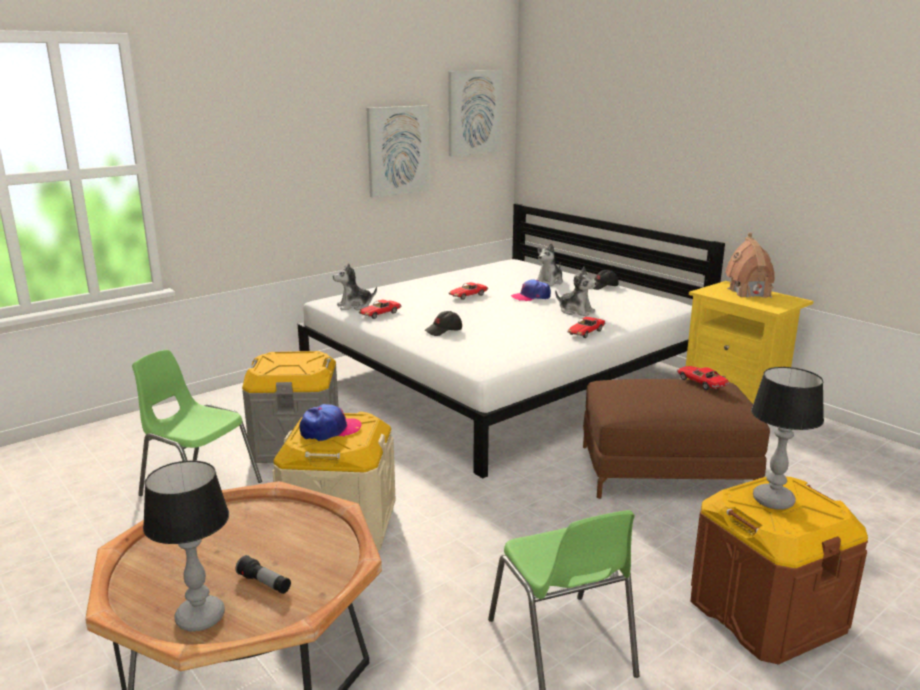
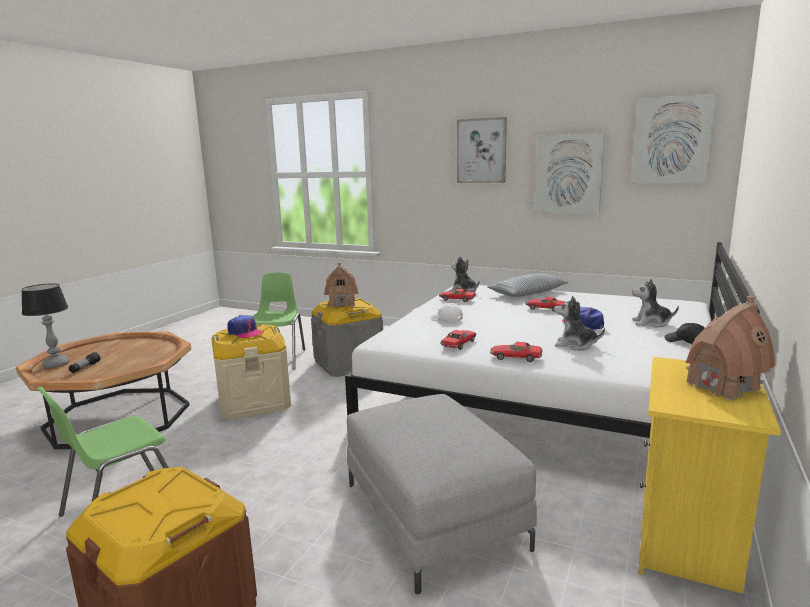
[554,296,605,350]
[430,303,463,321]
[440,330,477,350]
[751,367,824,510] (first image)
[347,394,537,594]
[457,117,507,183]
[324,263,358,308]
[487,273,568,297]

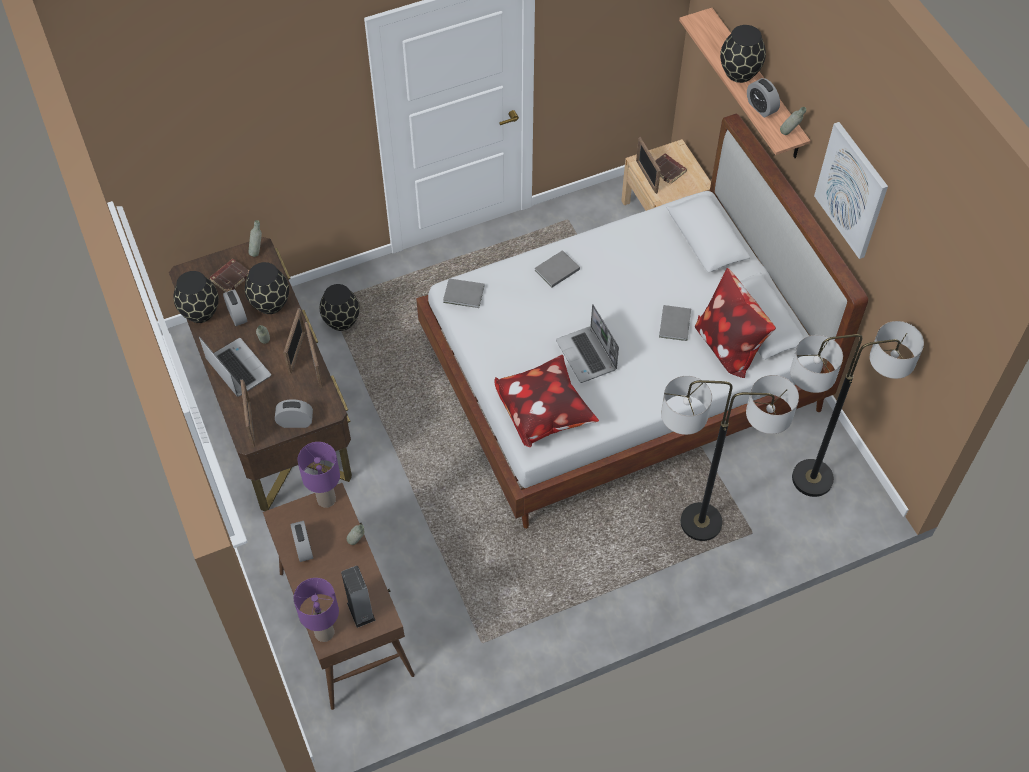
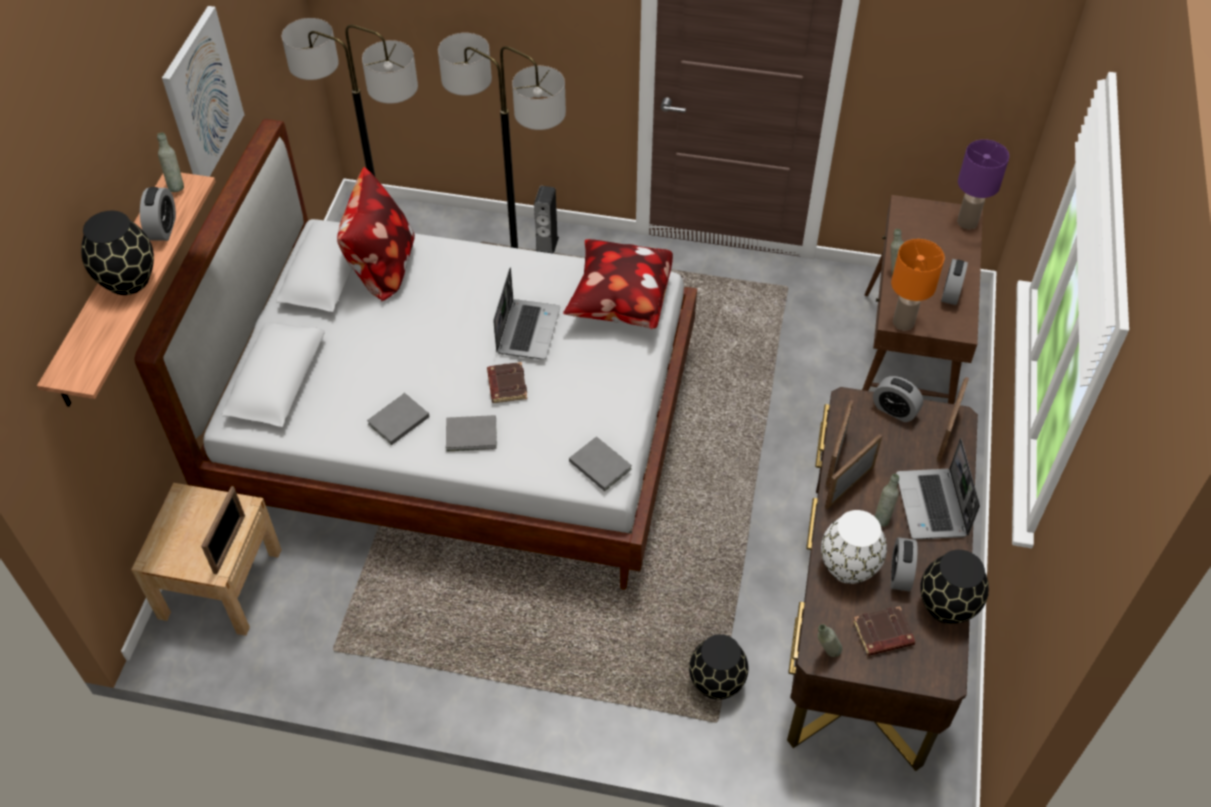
[487,362,527,403]
[821,510,887,584]
[367,393,429,445]
[891,239,945,330]
[534,186,559,254]

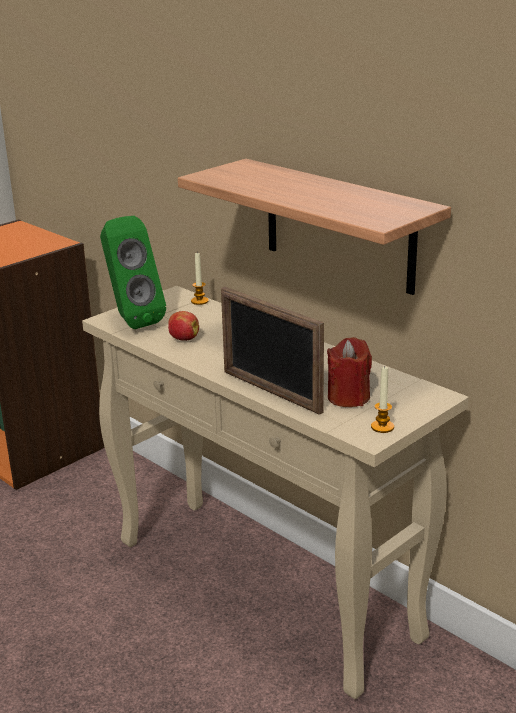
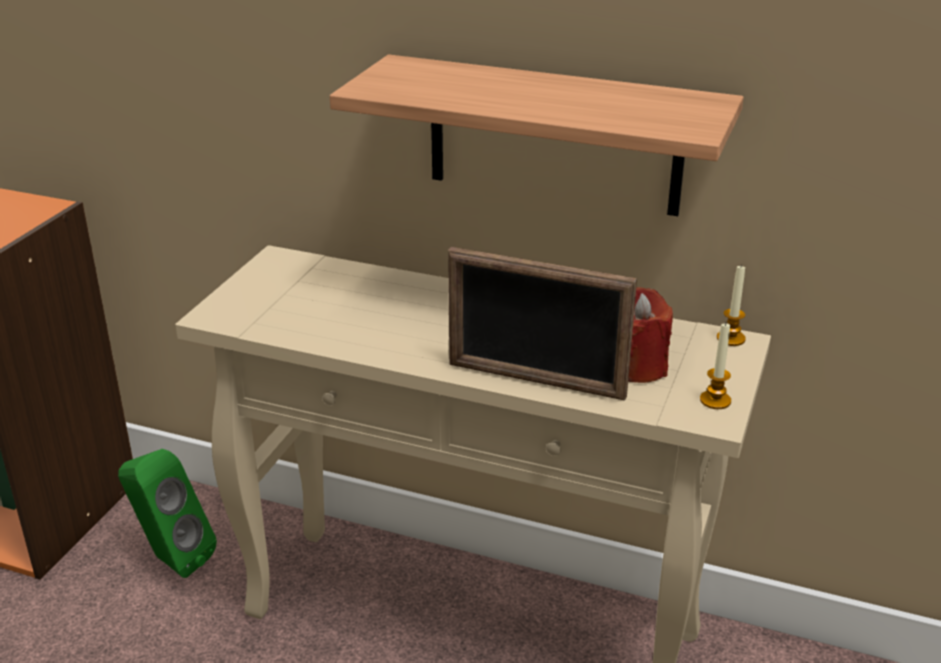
[118,449,217,578]
[717,264,746,346]
[168,311,199,341] (first image)

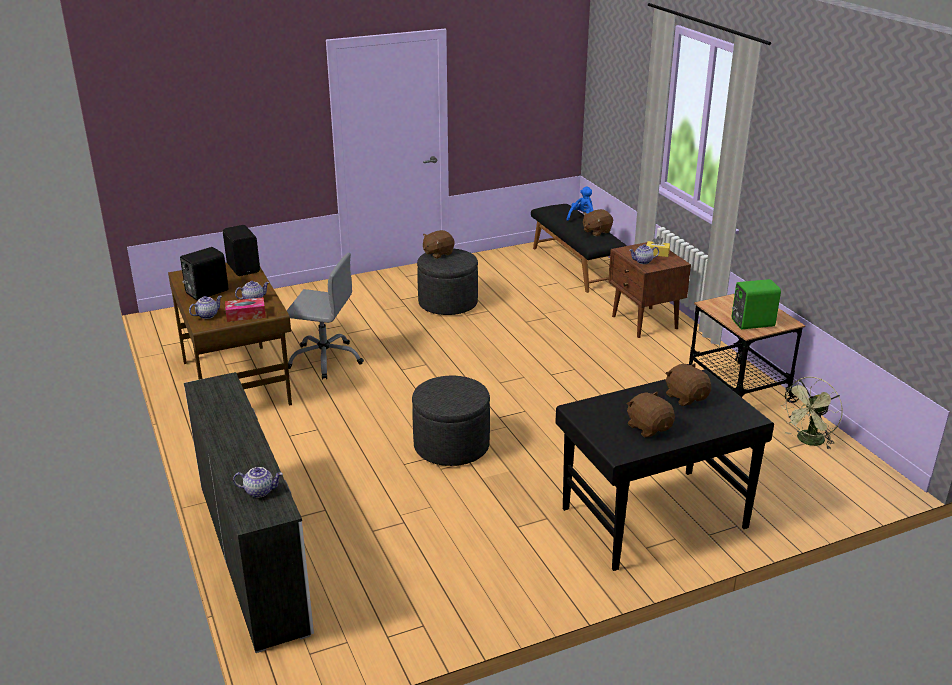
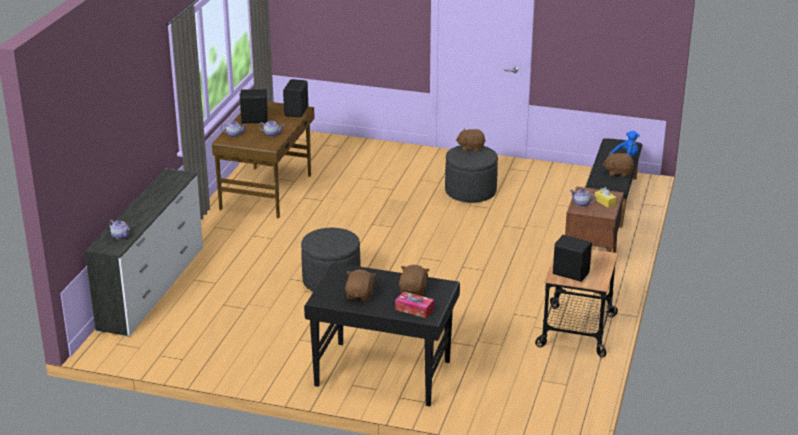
[287,253,364,380] (first image)
[553,235,592,282]
[395,291,434,318]
[781,377,843,450] (first image)

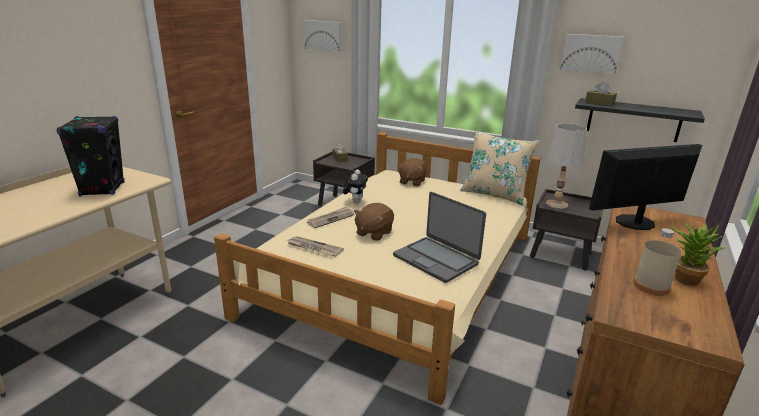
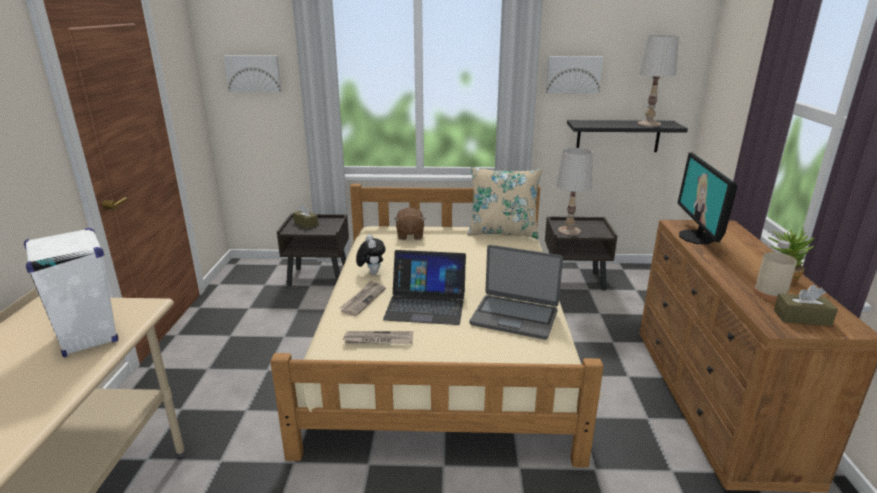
[774,285,838,326]
[24,228,118,357]
[677,152,738,244]
[383,250,466,325]
[637,35,679,127]

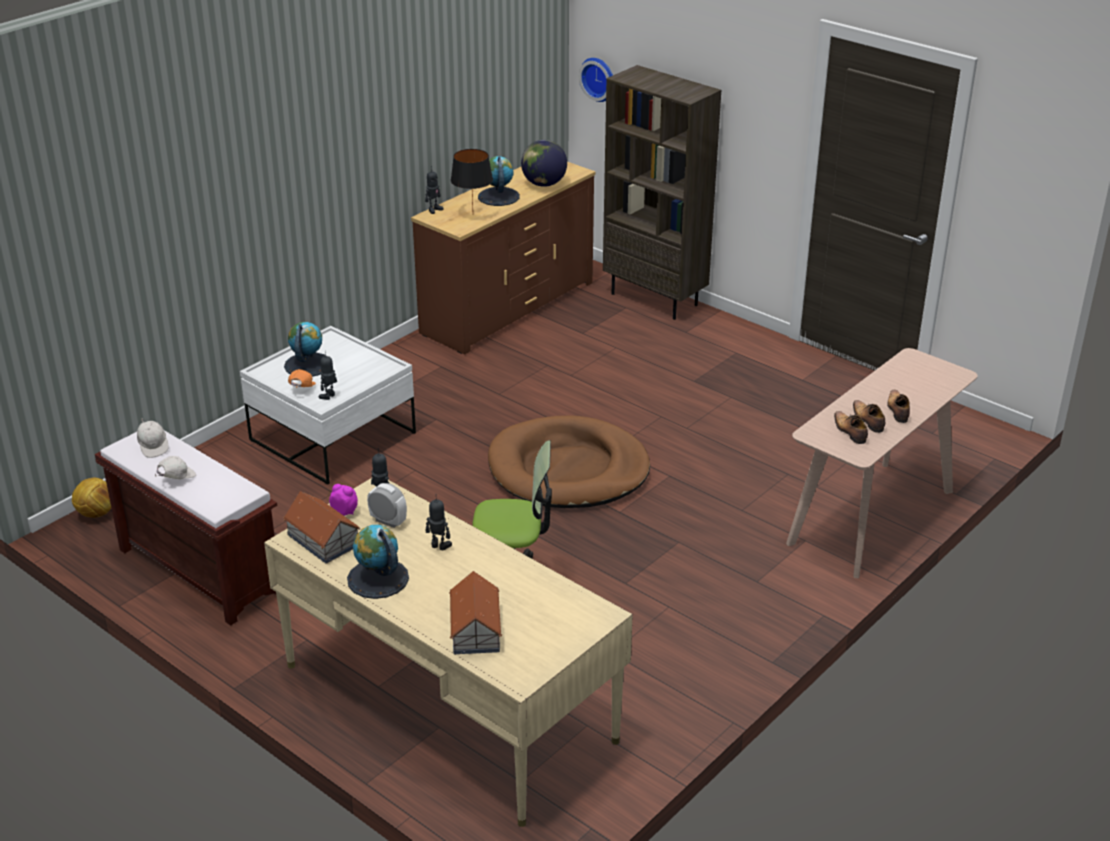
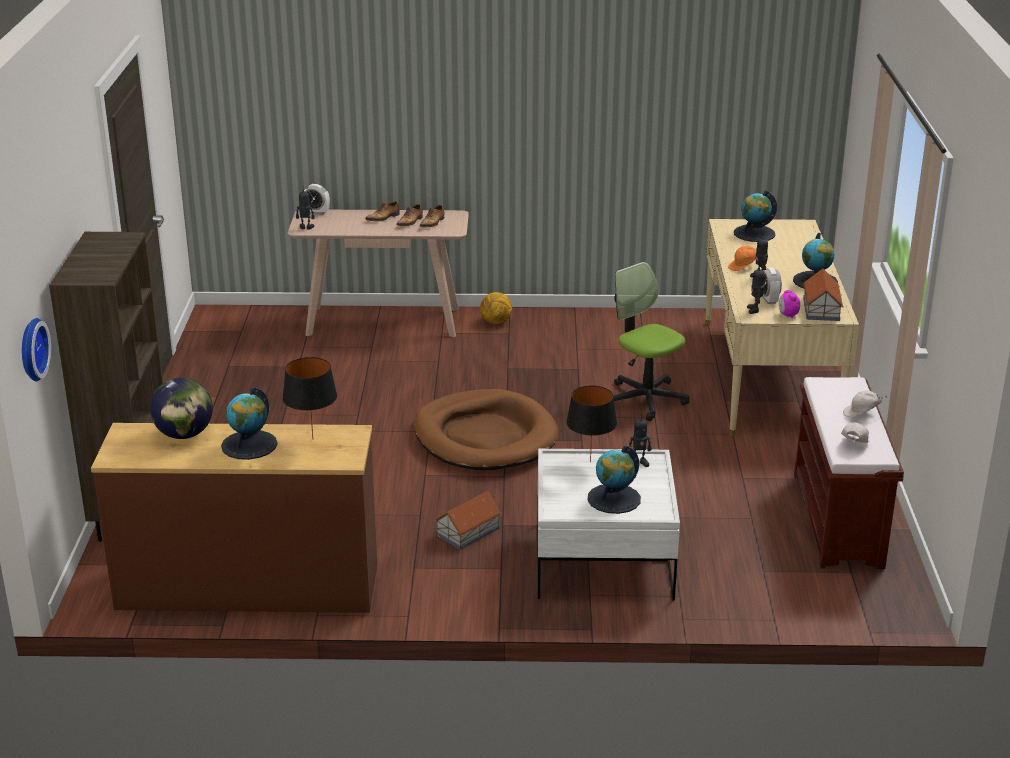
[296,186,315,230]
[728,246,756,271]
[480,292,512,324]
[435,491,502,550]
[304,184,330,215]
[734,190,777,242]
[566,386,617,462]

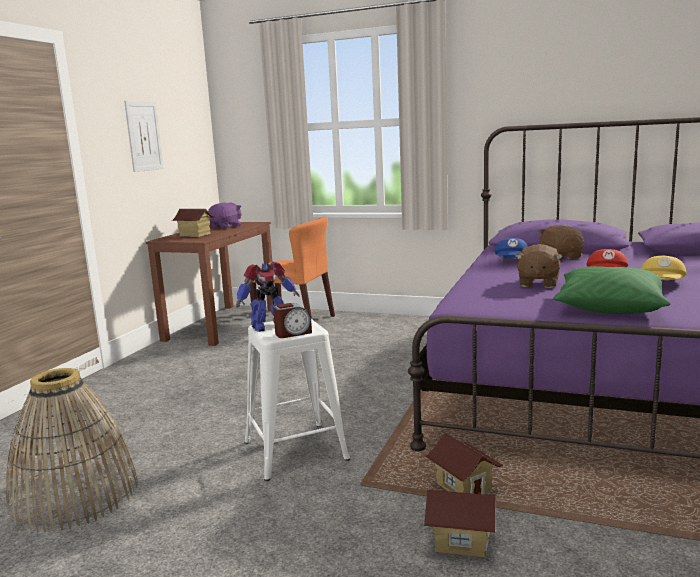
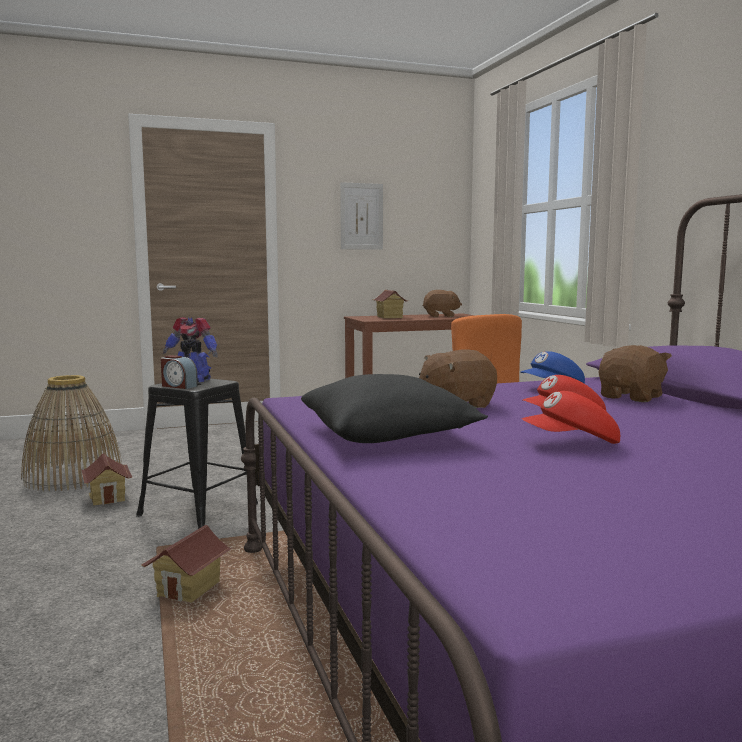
[423,290,462,317]
[522,391,620,444]
[301,374,488,443]
[136,378,258,529]
[82,453,132,506]

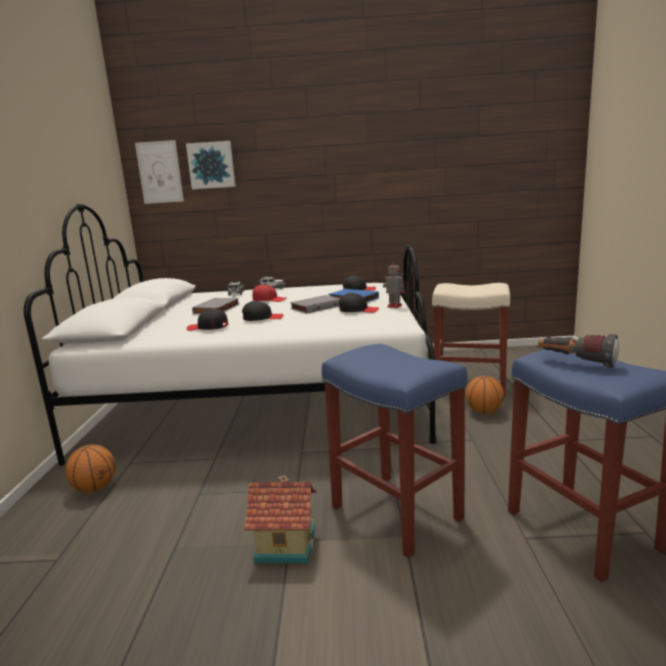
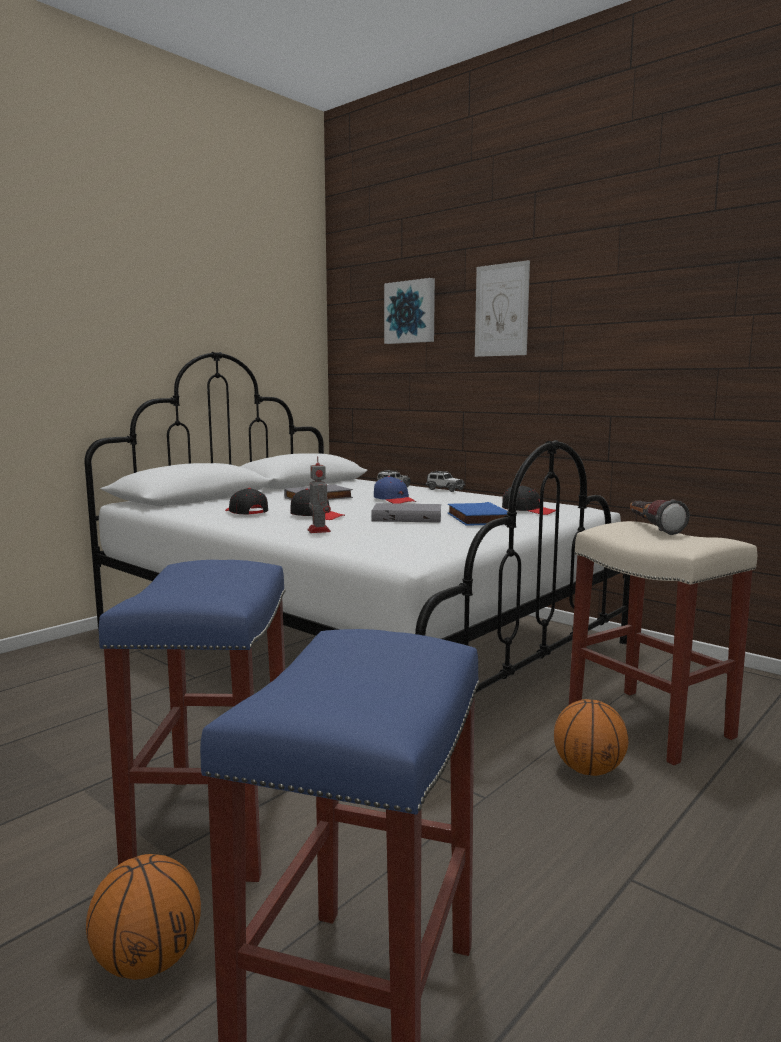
[475,260,530,357]
[308,456,331,533]
[374,476,416,504]
[339,293,379,313] (first image)
[630,499,690,535]
[86,854,201,980]
[244,476,316,564] (first image)

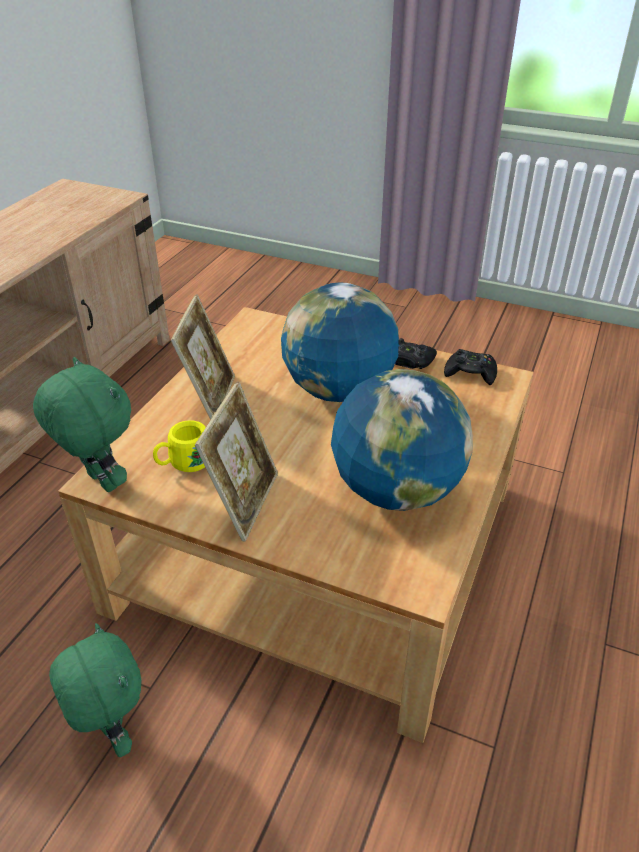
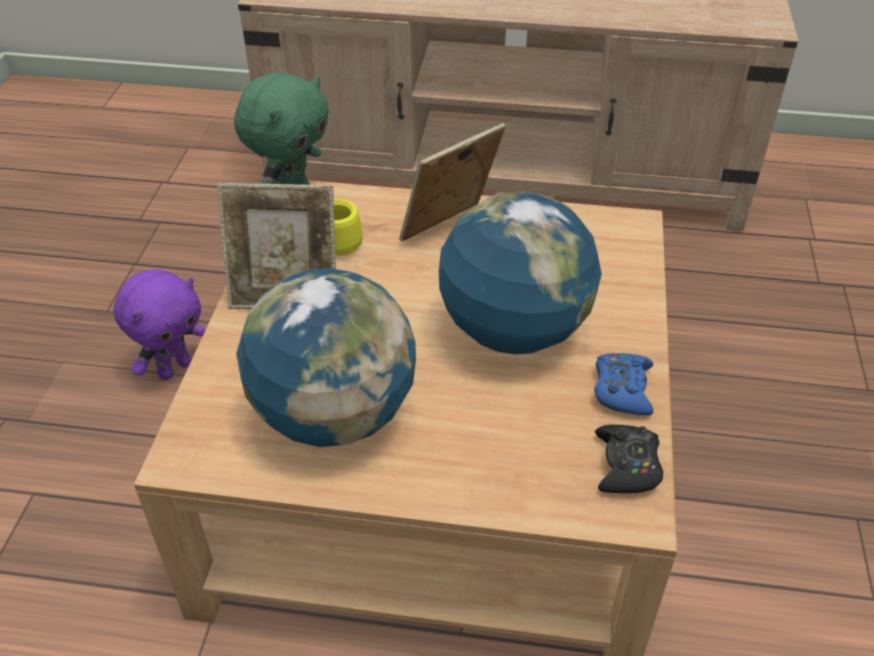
[399,123,506,241]
[594,353,654,416]
[114,269,205,380]

